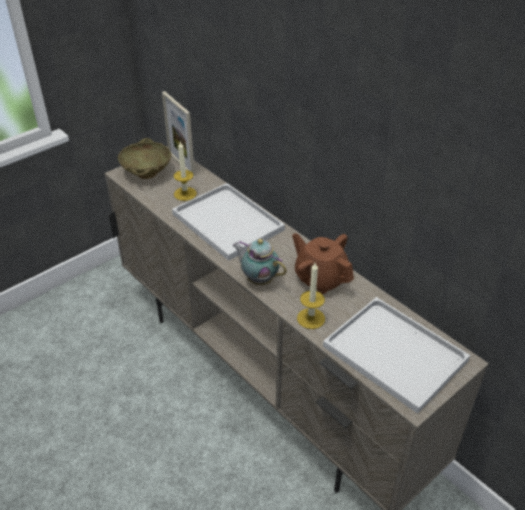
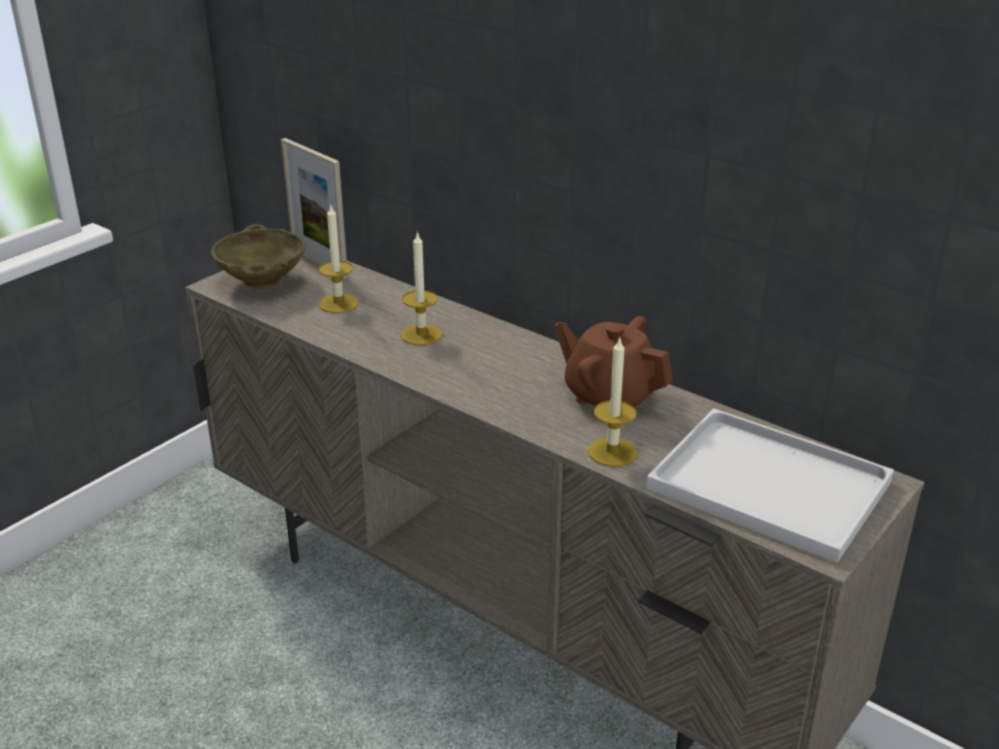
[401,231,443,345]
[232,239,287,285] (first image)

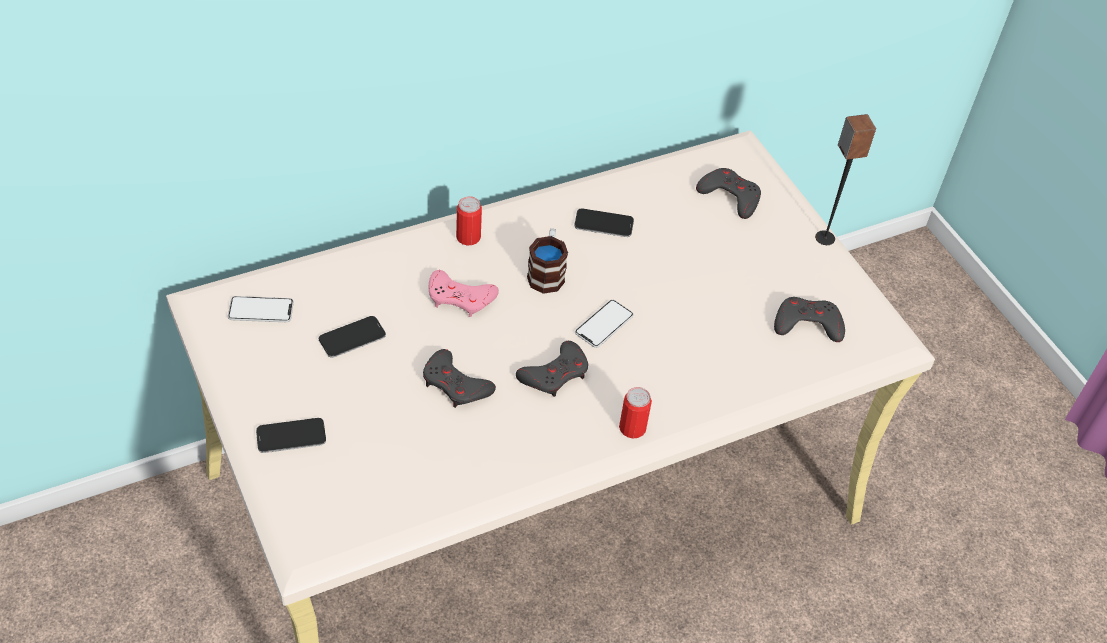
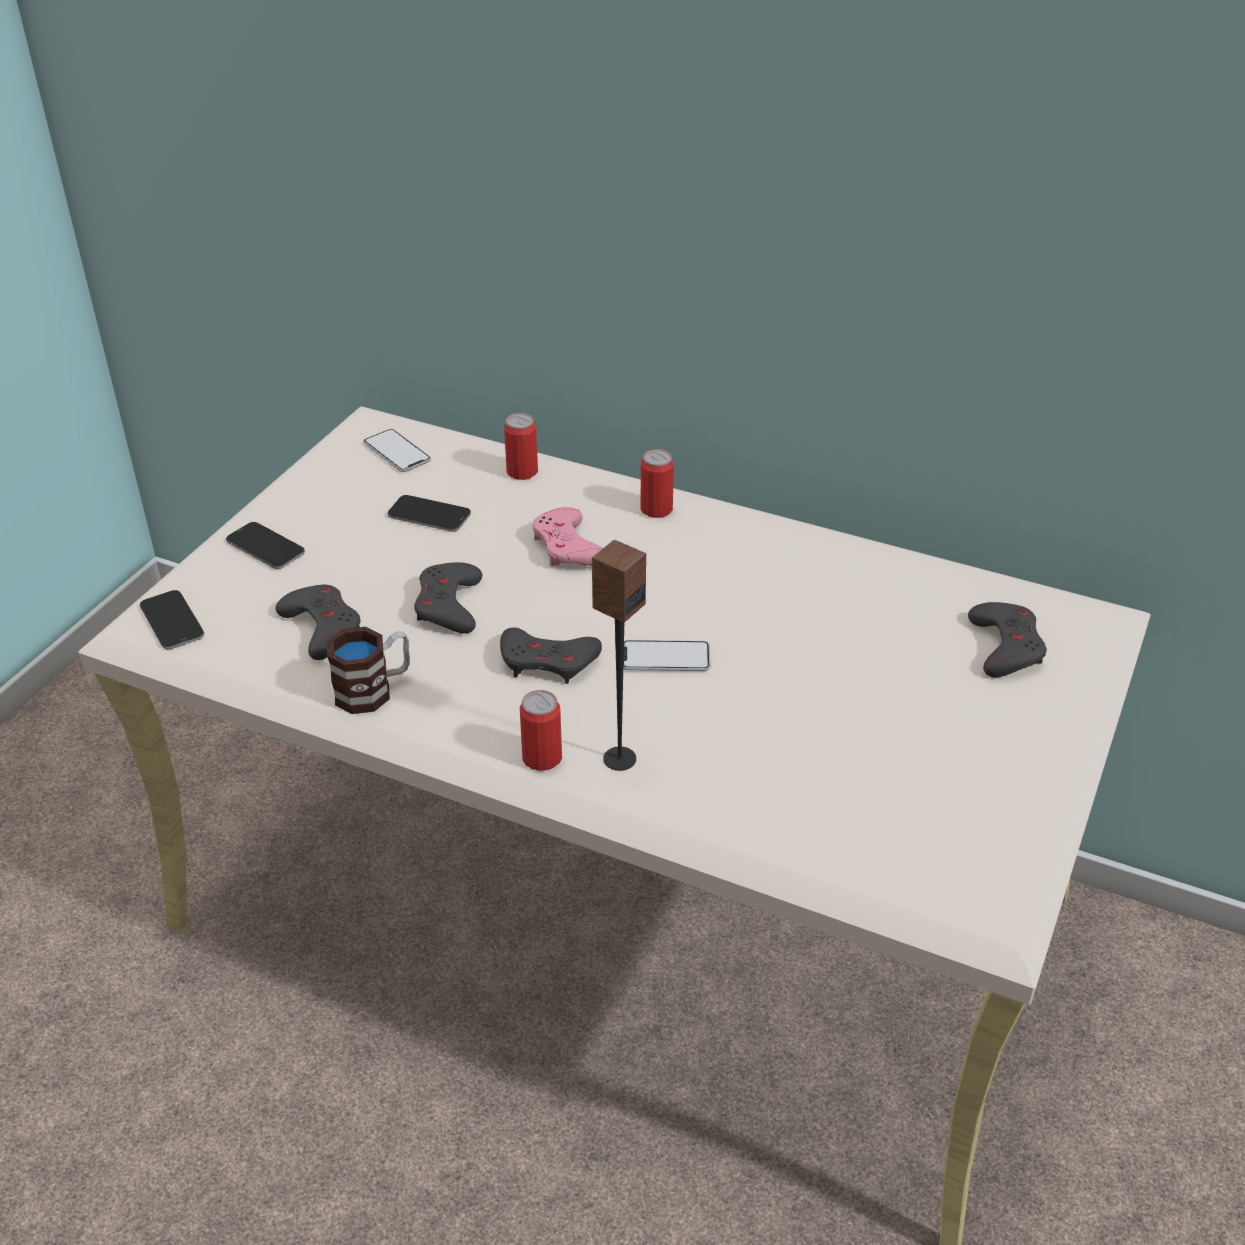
[592,540,646,771]
[140,590,204,649]
[327,627,410,714]
[276,584,361,660]
[504,413,538,480]

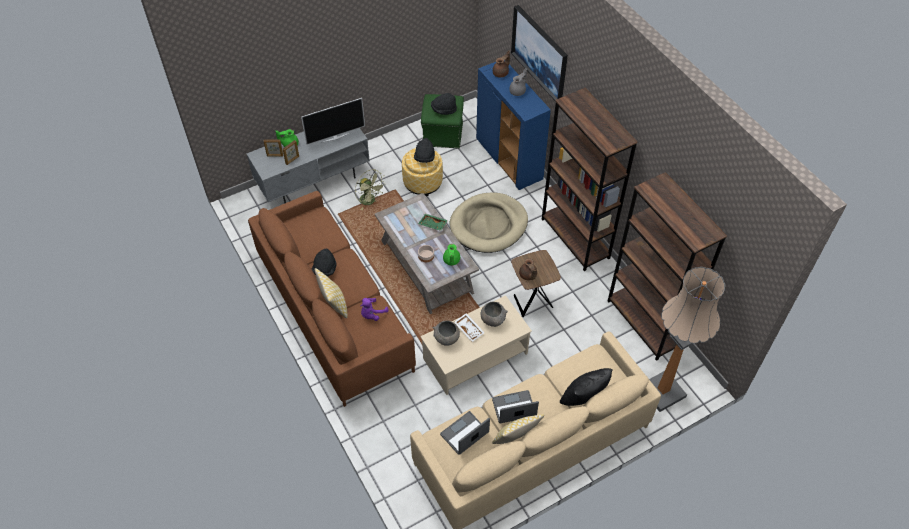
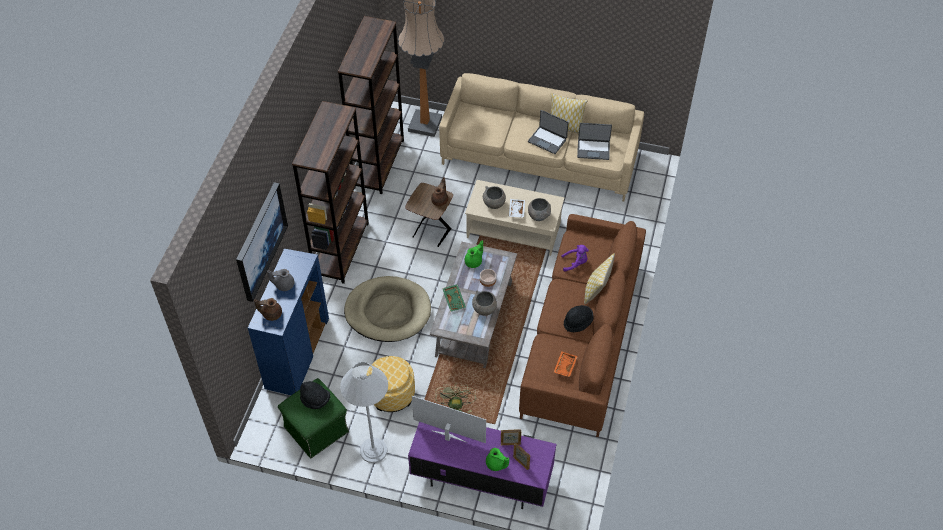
[408,422,557,509]
[414,138,435,163] (first image)
[560,368,613,406] (first image)
[472,290,497,316]
[554,351,578,377]
[340,362,388,463]

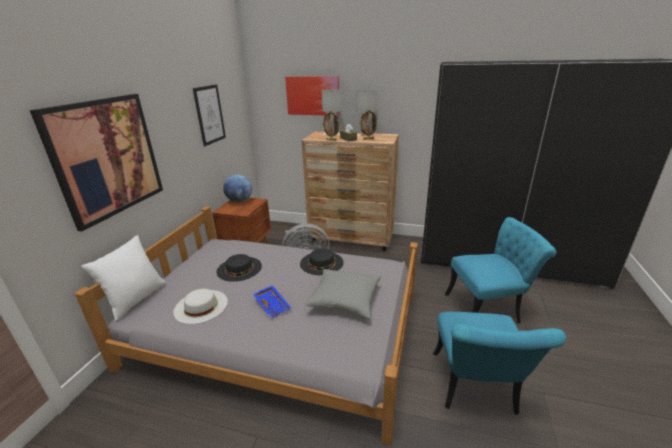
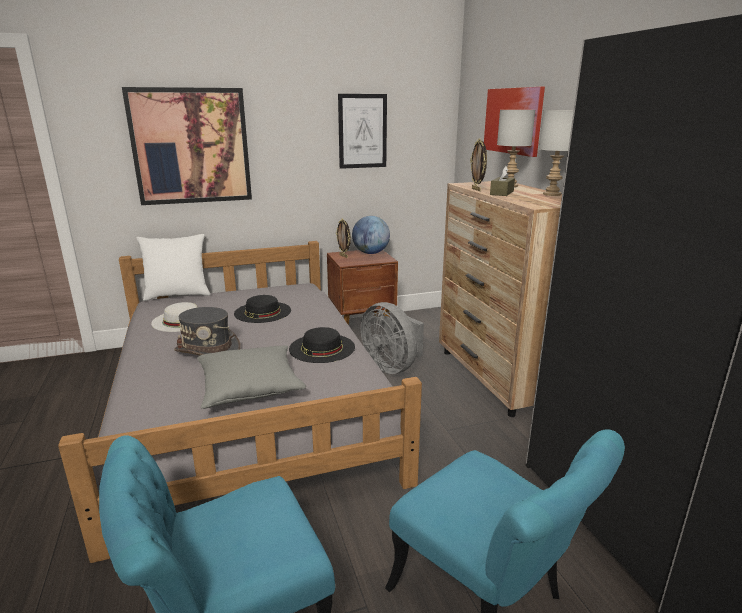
[336,219,351,258]
[174,307,240,356]

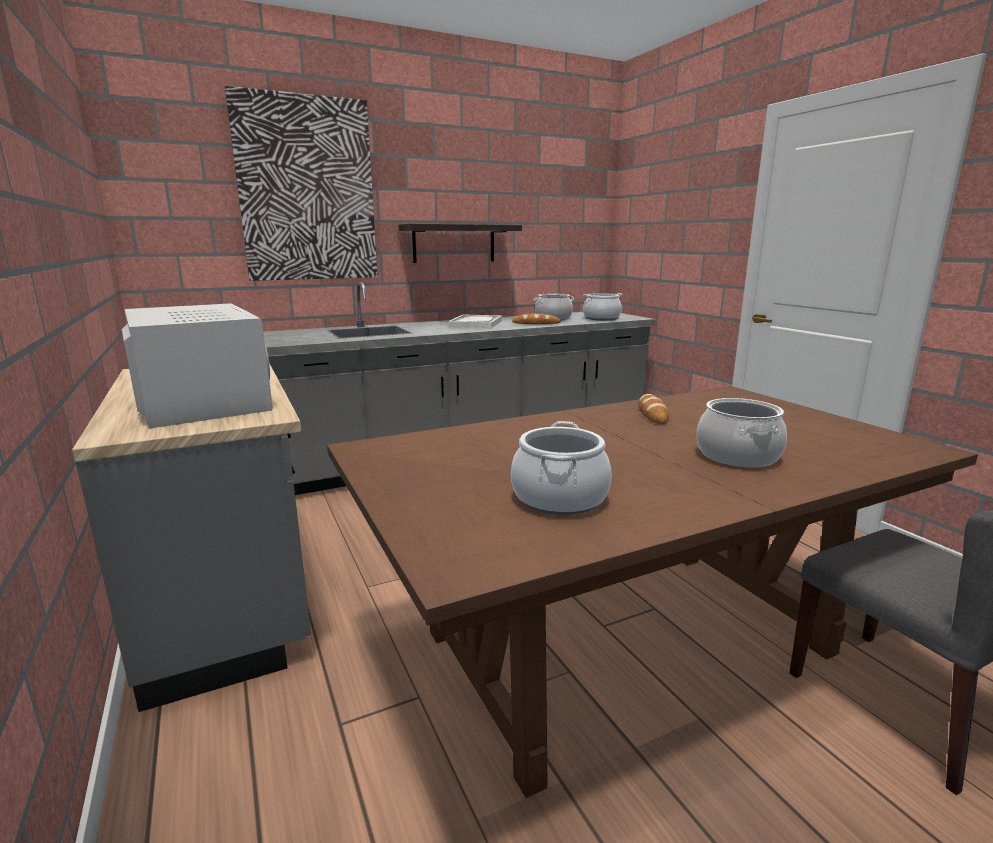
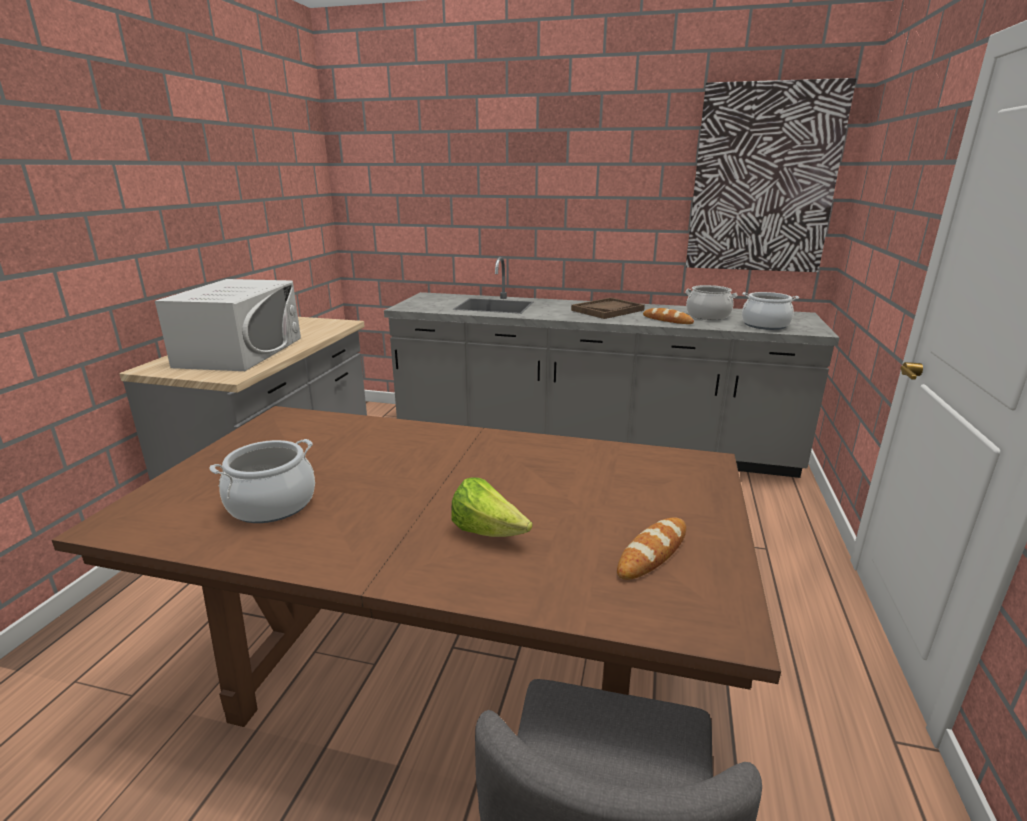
[686,78,856,272]
[398,224,522,263] (first image)
[571,298,645,319]
[617,518,686,580]
[451,477,533,537]

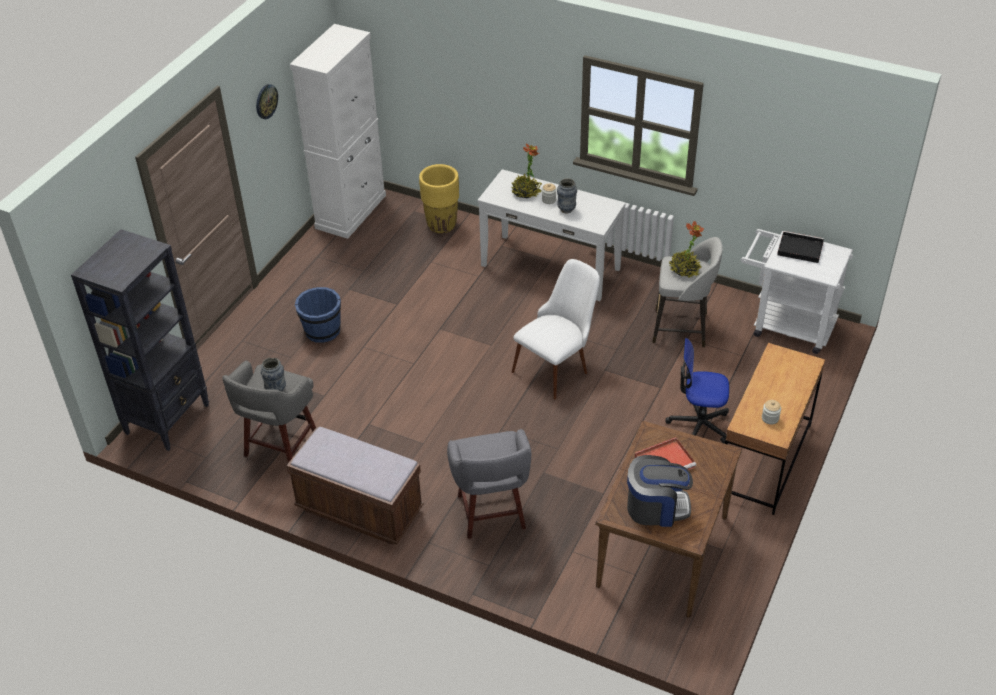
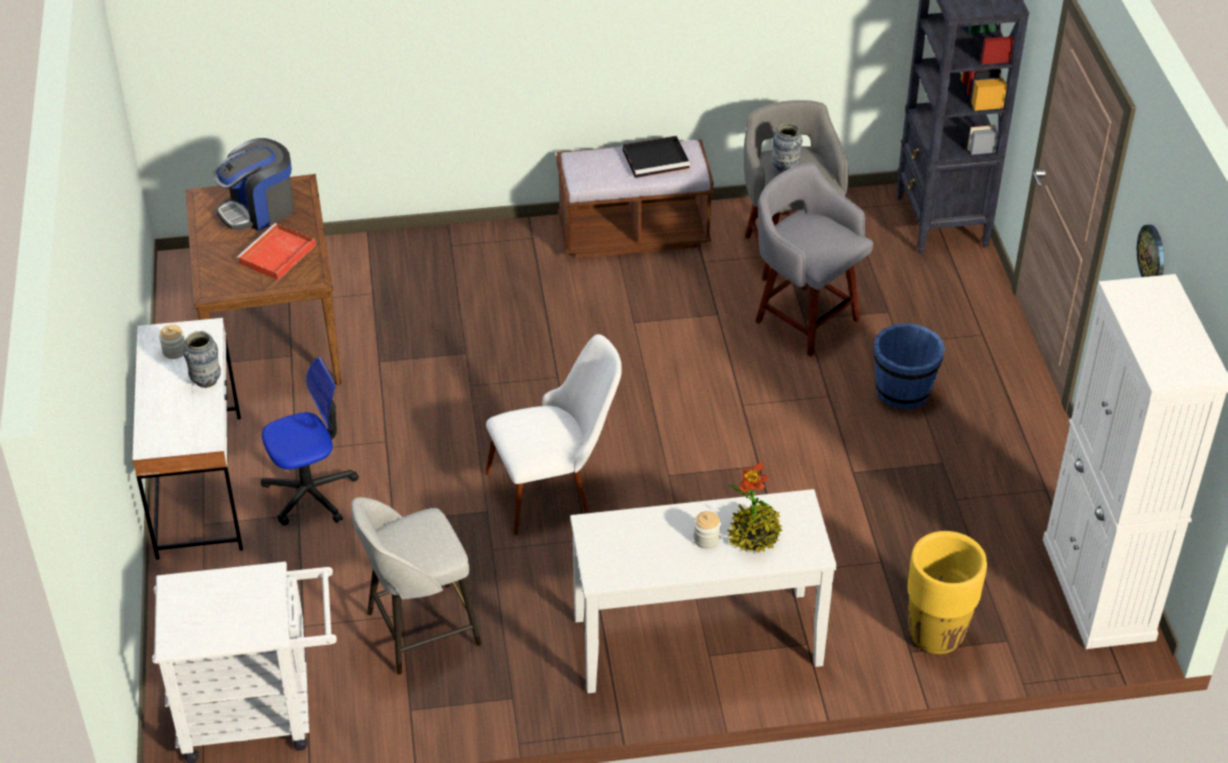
[183,331,221,388]
[669,221,704,278] (first image)
[623,136,690,178]
[486,334,622,535]
[132,318,243,560]
[755,163,873,357]

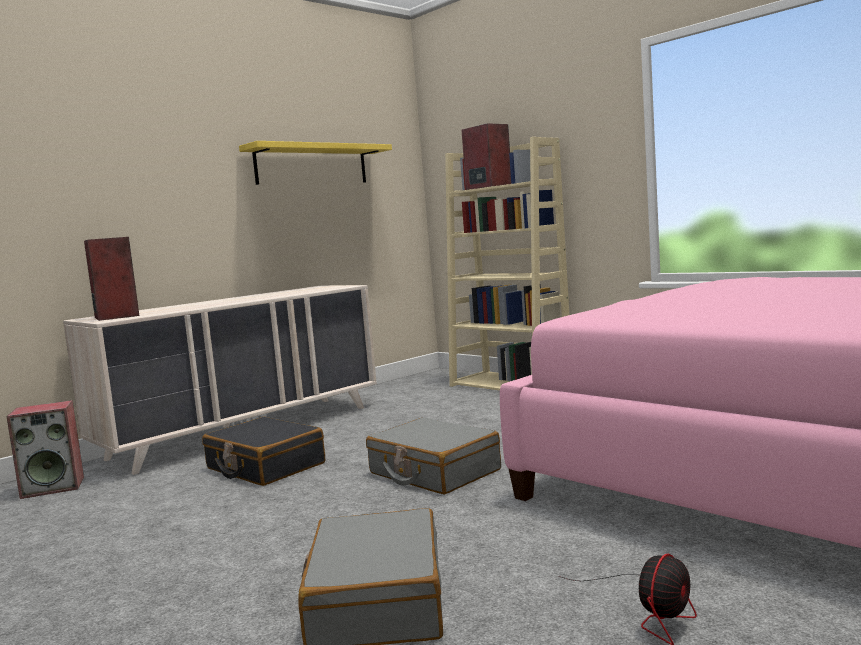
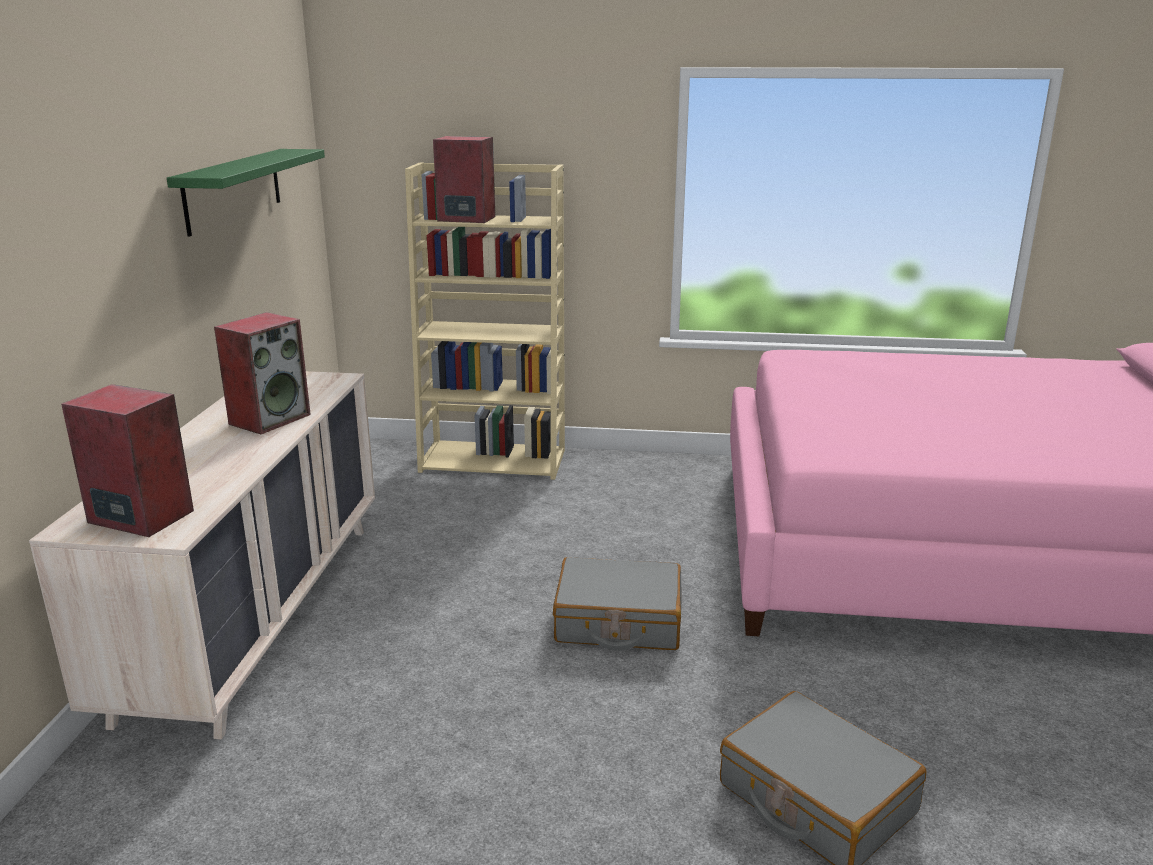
[167,149,325,237]
[214,312,311,434]
[202,416,325,486] (first image)
[558,554,697,645] (first image)

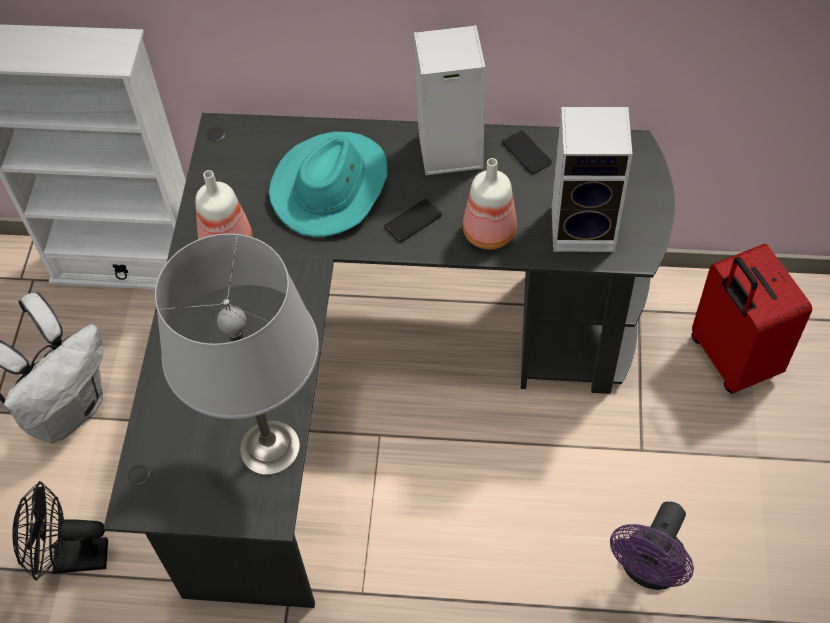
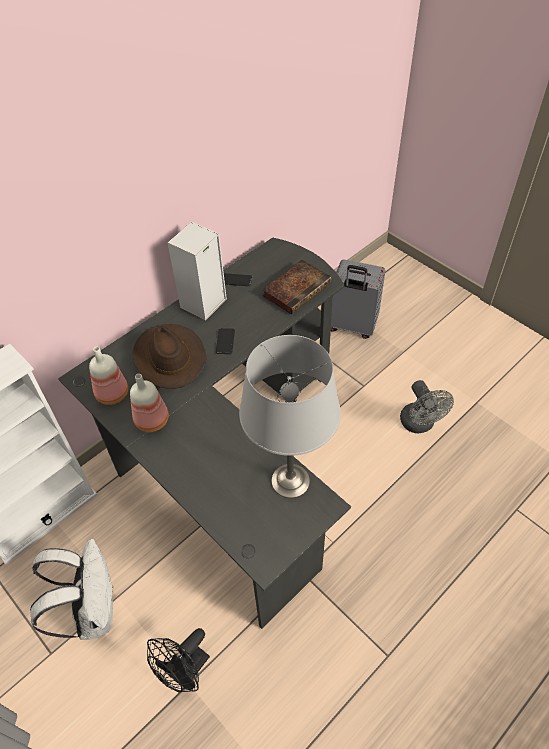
[262,260,332,315]
[132,324,207,389]
[89,347,128,405]
[331,259,386,339]
[400,380,454,433]

